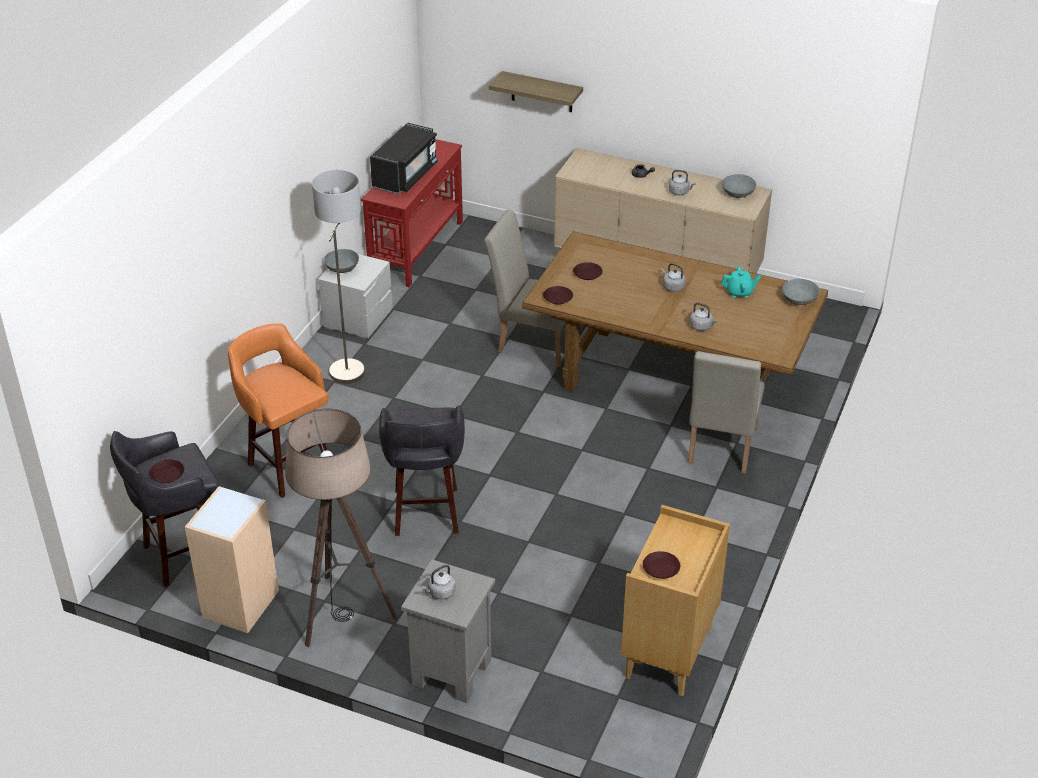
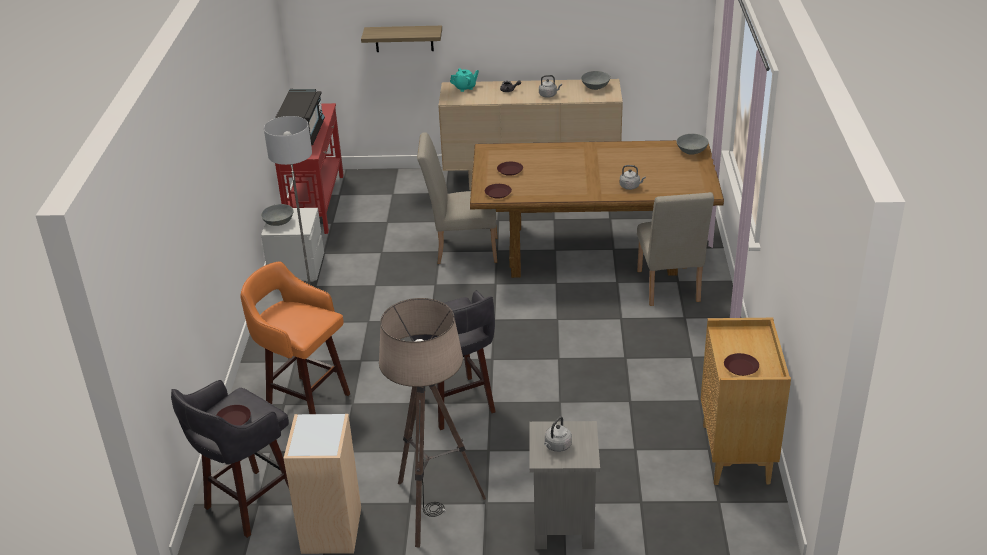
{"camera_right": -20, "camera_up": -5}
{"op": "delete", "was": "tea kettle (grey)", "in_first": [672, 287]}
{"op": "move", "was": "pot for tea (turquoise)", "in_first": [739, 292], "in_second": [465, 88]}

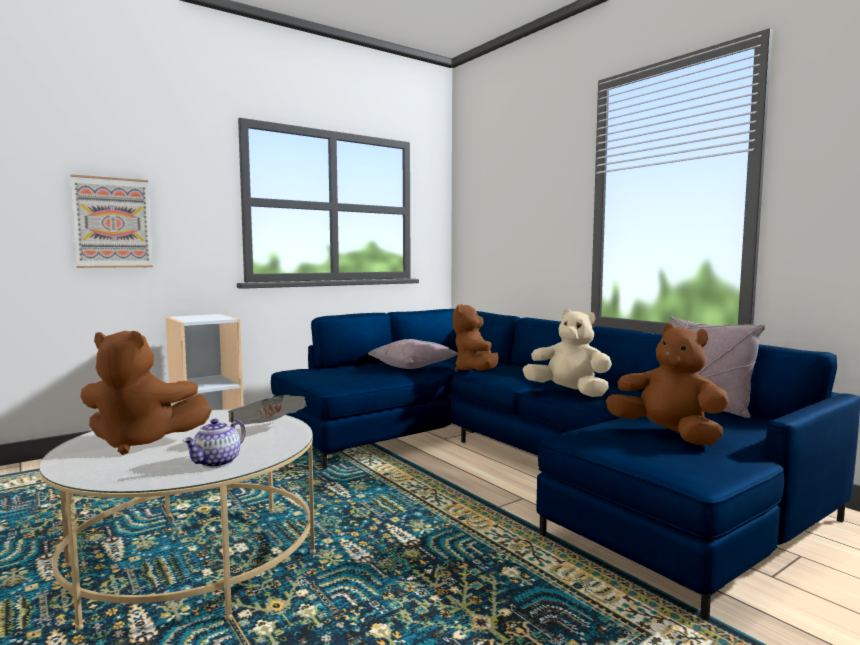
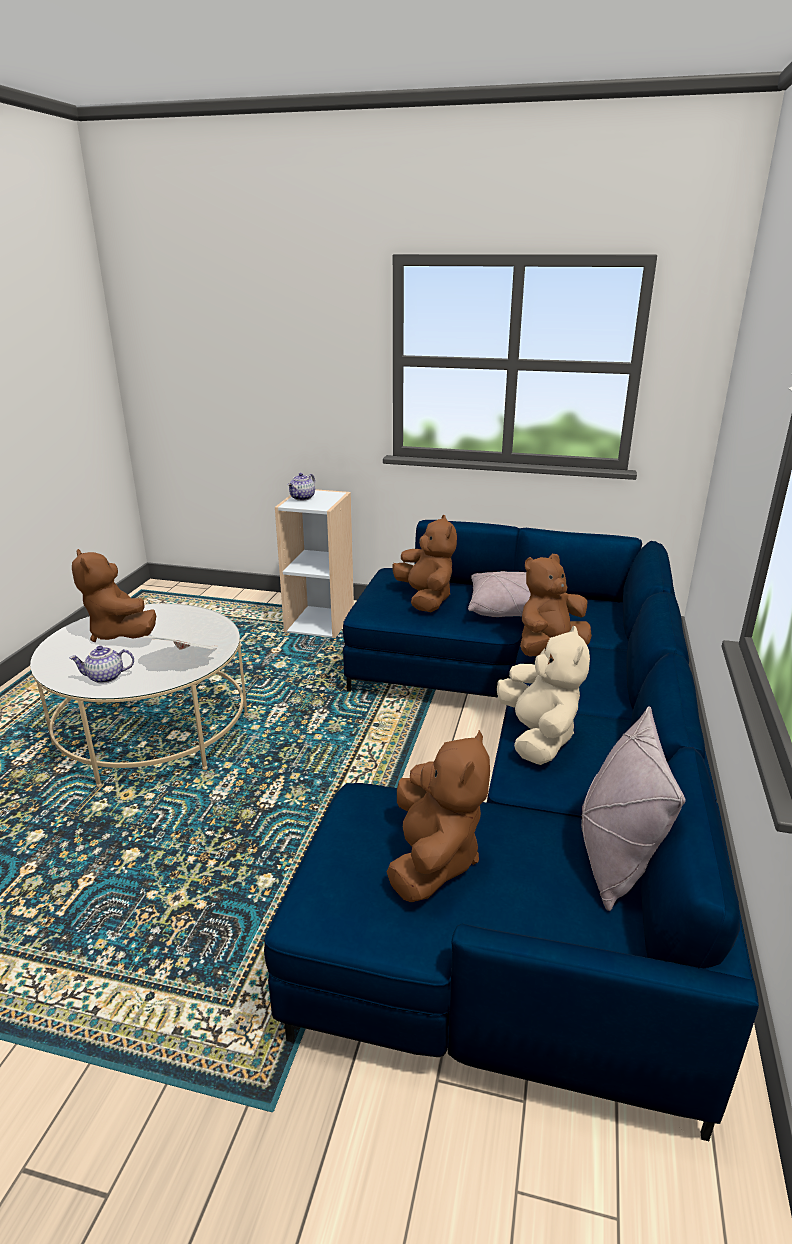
{"camera_right": 50, "camera_up": 20}
{"op": "delete", "was": "picture", "in_first": [112, 223]}
{"op": "insert", "now": "pot for tea", "in_second": [303, 498]}
{"op": "insert", "now": "soft toy (brown)", "in_second": [426, 599]}

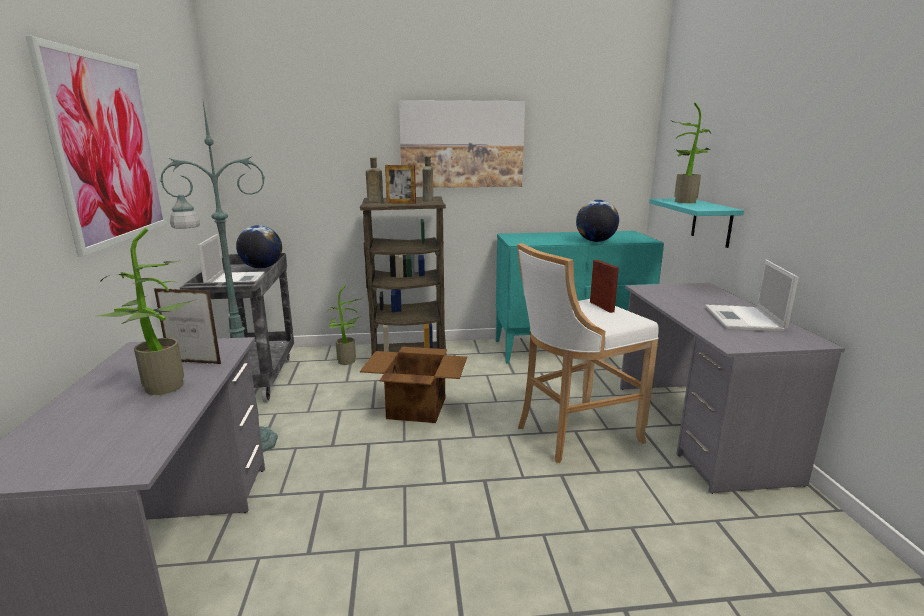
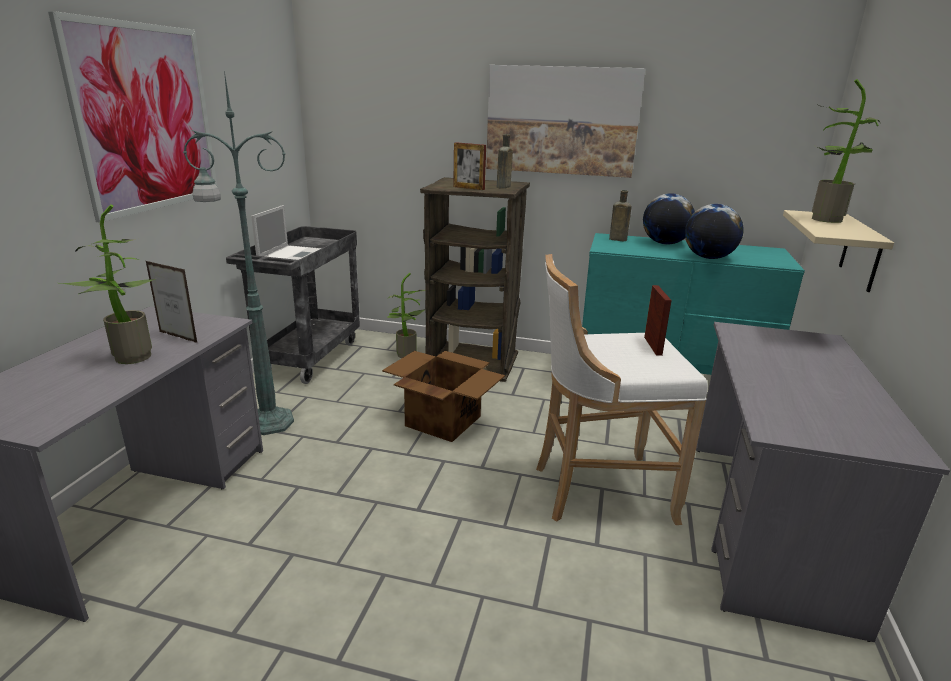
{"camera_right": 20, "camera_up": 5}
{"op": "move", "was": "world globe", "in_first": [261, 267], "in_second": [664, 243]}
{"op": "move", "was": "drink bottle (brown)", "in_first": [374, 202], "in_second": [616, 239]}
{"op": "recolor", "was": "bracket shelf (turquoise)", "now": "bracket shelf (sand-coloured)", "in_first": [712, 222], "in_second": [861, 253]}
{"op": "delete", "was": "laptop", "in_first": [744, 319]}

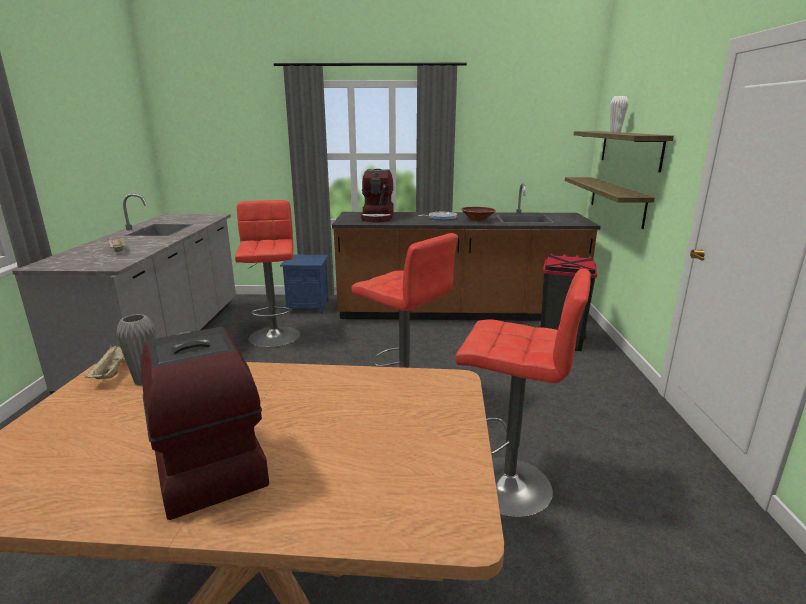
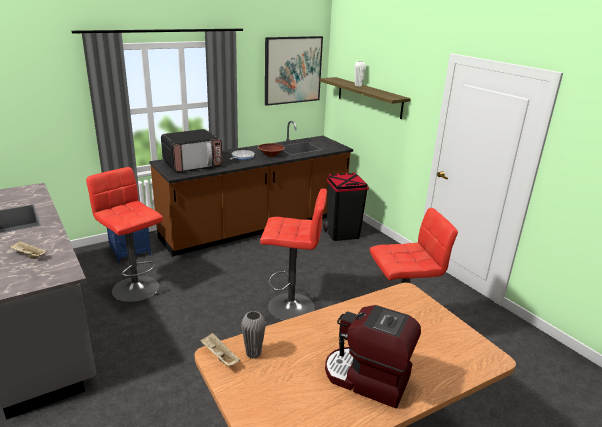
{"camera_right": -35, "camera_up": 5}
{"op": "replace", "was": "coffee brewer", "now": "kitchen microwave", "in_first": [378, 217], "in_second": [193, 164]}
{"op": "delete", "was": "bracket shelf", "in_first": [616, 200]}
{"op": "insert", "now": "picture", "in_second": [292, 70]}

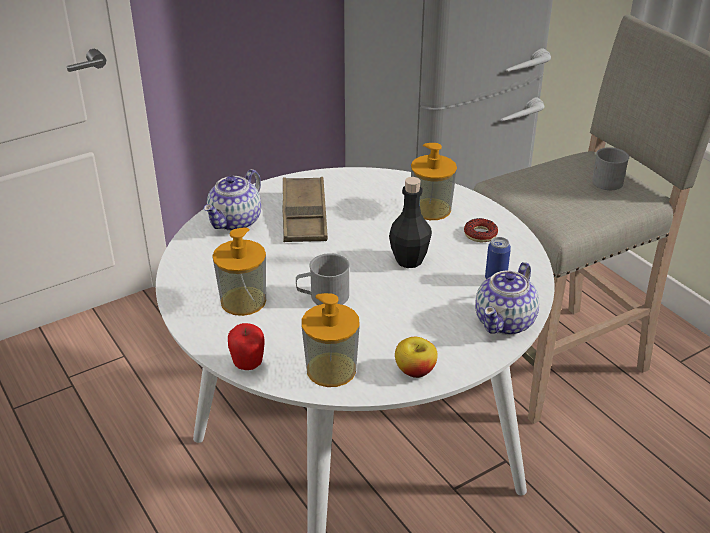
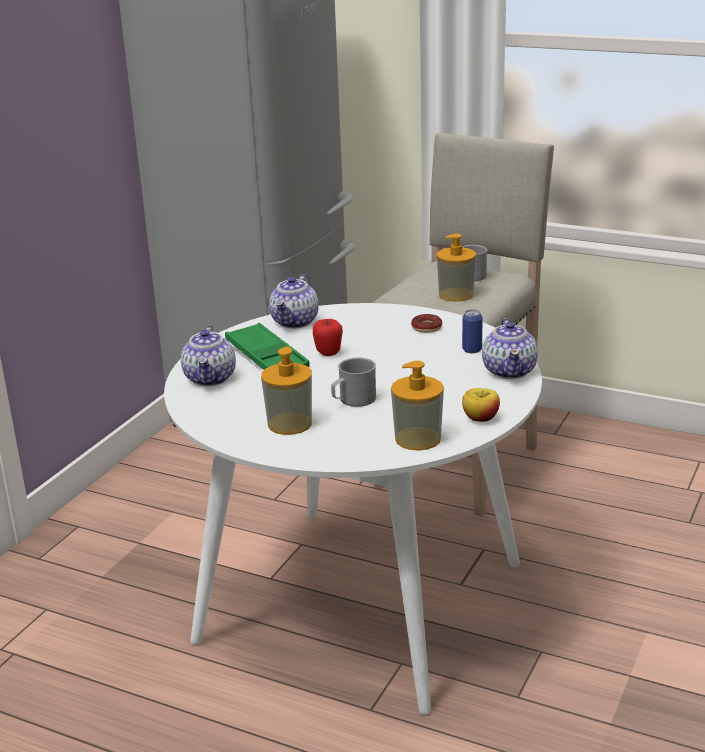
{"camera_right": -30, "camera_up": -10}
{"op": "move", "was": "apple", "in_first": [248, 364], "in_second": [328, 353]}
{"op": "recolor", "was": "carrying tray (brown)", "now": "carrying tray (green-coloured)", "in_first": [304, 216], "in_second": [267, 357]}
{"op": "delete", "was": "drink bottle (black)", "in_first": [409, 260]}
{"op": "move", "was": "soap dispenser", "in_first": [431, 209], "in_second": [456, 294]}
{"op": "insert", "now": "pot for tea", "in_second": [295, 322]}

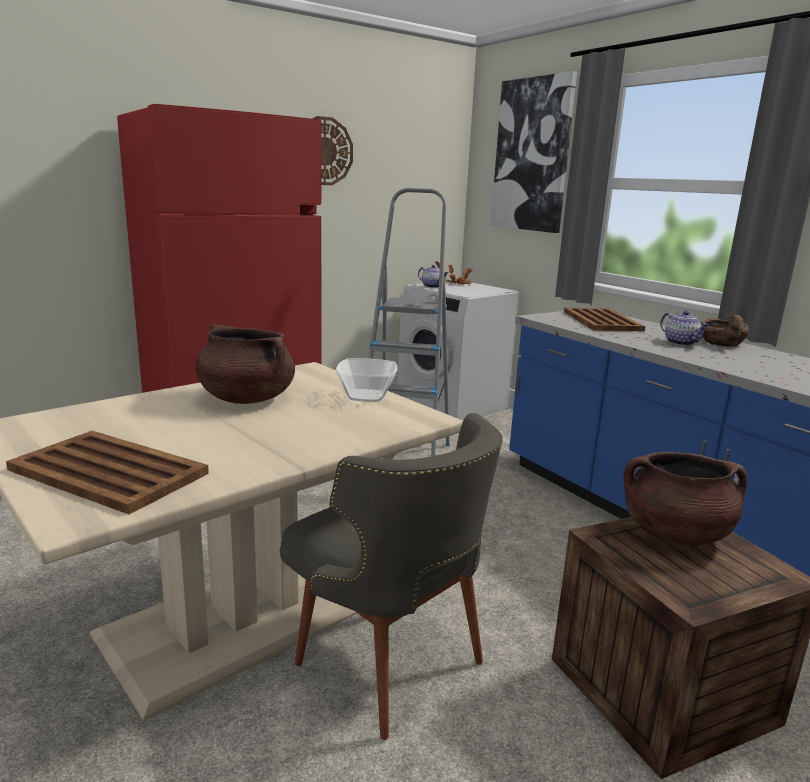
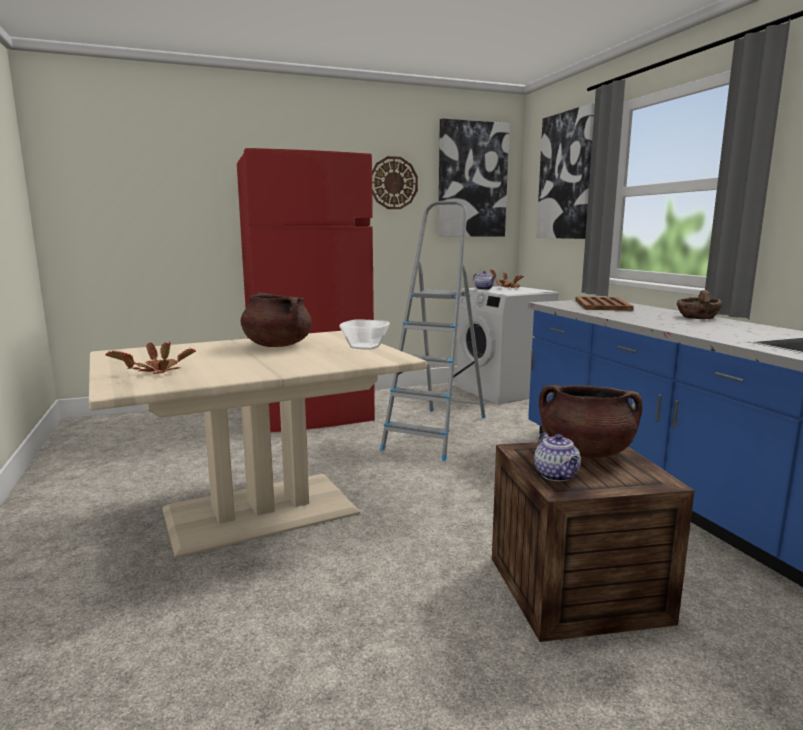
{"camera_right": 15, "camera_up": -5}
{"op": "replace", "was": "carrying tray (brown)", "now": "potted plant", "in_first": [108, 471], "in_second": [155, 372]}
{"op": "delete", "was": "chair (grey)", "in_first": [389, 663]}
{"op": "move", "was": "pot for tea", "in_first": [681, 343], "in_second": [557, 476]}
{"op": "insert", "now": "picture", "in_second": [472, 180]}

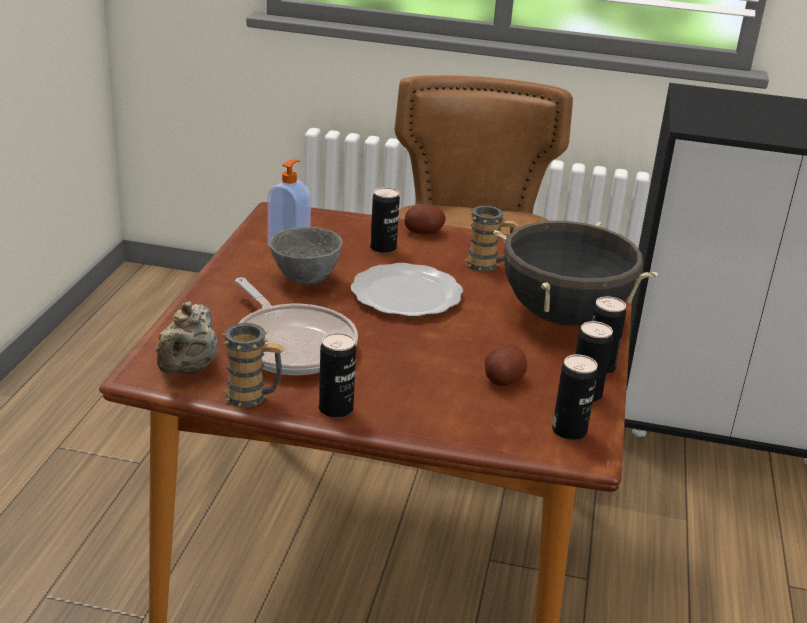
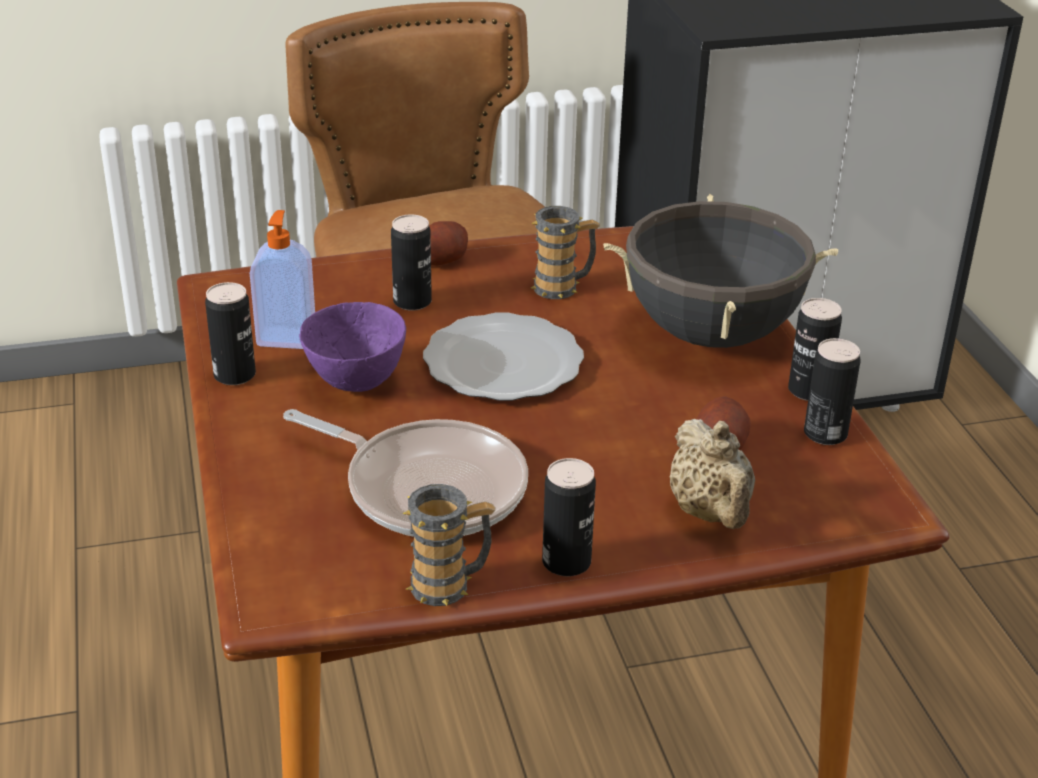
{"camera_right": -25, "camera_up": 5}
{"op": "move", "was": "pot for tea (sand-coloured)", "in_first": [187, 370], "in_second": [711, 513]}
{"op": "recolor", "was": "serving bowl (grey)", "now": "serving bowl (purple-coloured)", "in_first": [307, 280], "in_second": [358, 383]}
{"op": "move", "was": "can", "in_first": [569, 431], "in_second": [234, 375]}

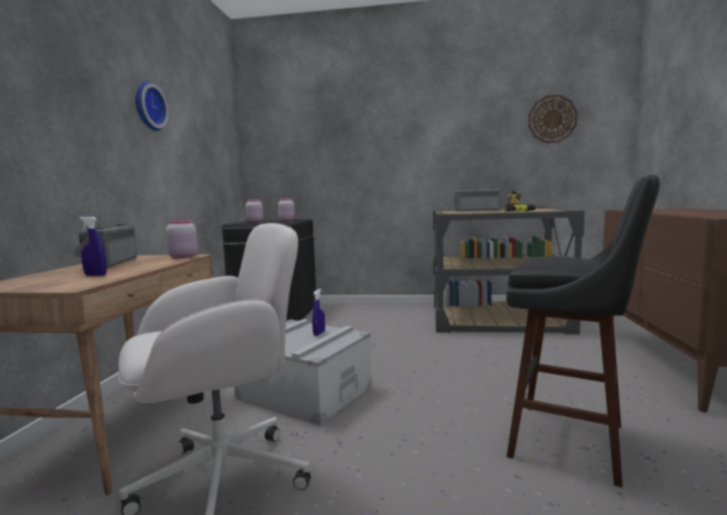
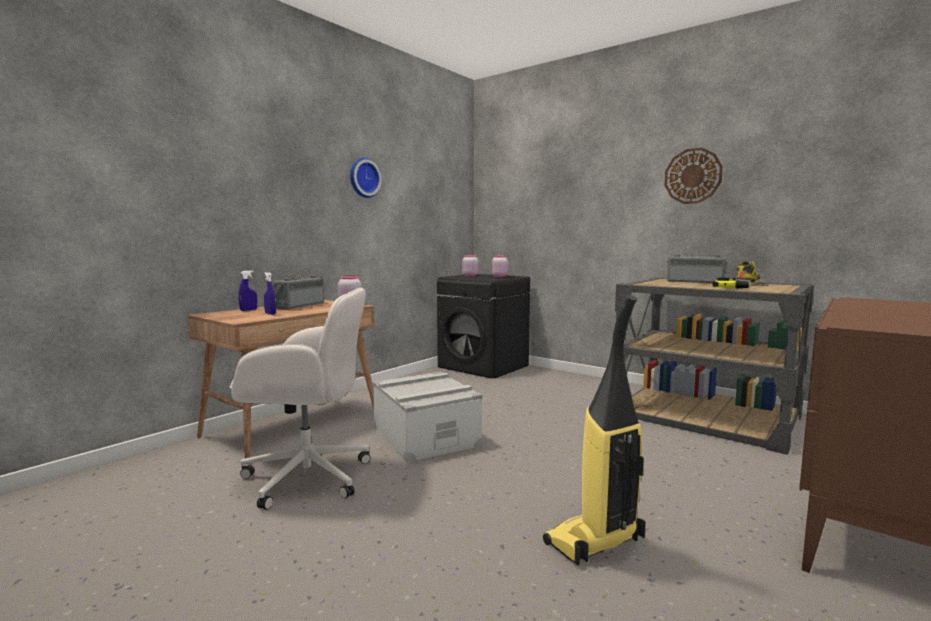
{"camera_right": 30, "camera_up": 0}
{"op": "move", "was": "hand sprayer (blue)", "in_first": [319, 333], "in_second": [248, 310]}
{"op": "replace", "was": "stool seat (black)", "now": "vacuum", "in_first": [573, 442], "in_second": [594, 542]}
{"op": "move", "was": "wall clock", "in_first": [552, 119], "in_second": [692, 176]}

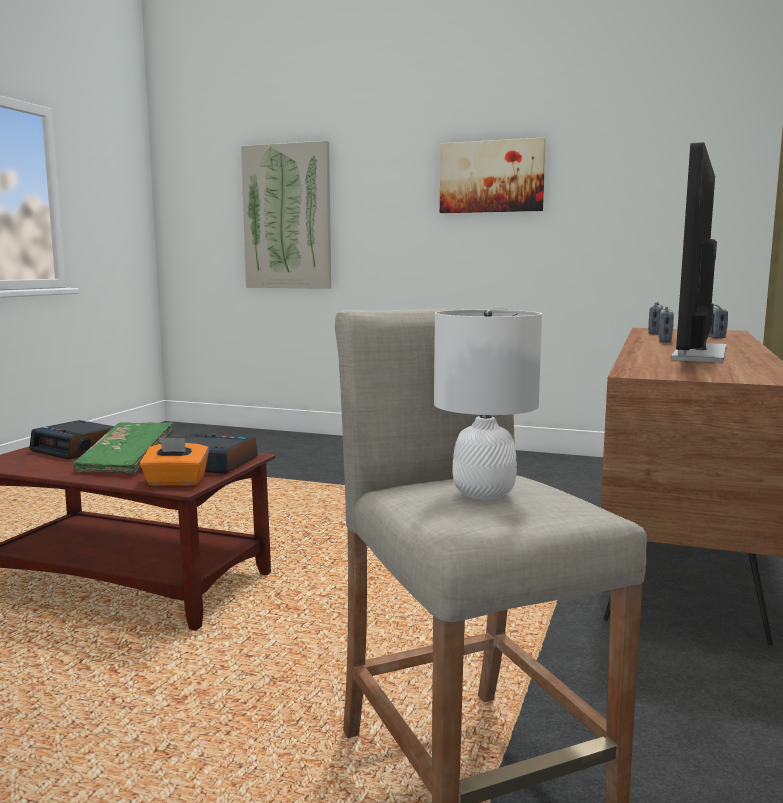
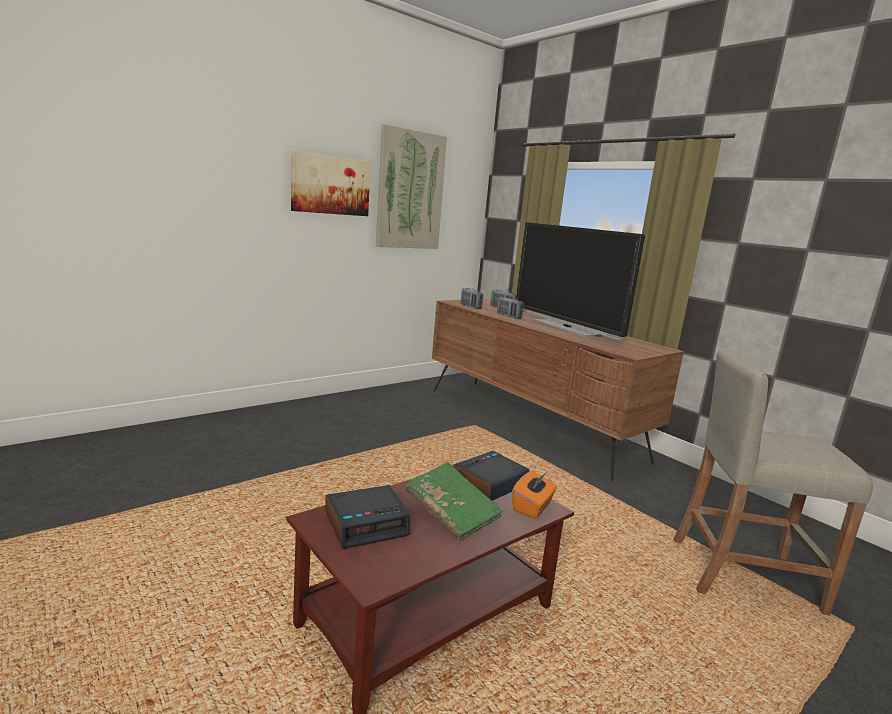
{"camera_right": -60, "camera_up": 5}
{"op": "move", "was": "picture", "in_first": [287, 217], "in_second": [410, 190]}
{"op": "delete", "was": "table lamp (whitish)", "in_first": [483, 495]}

